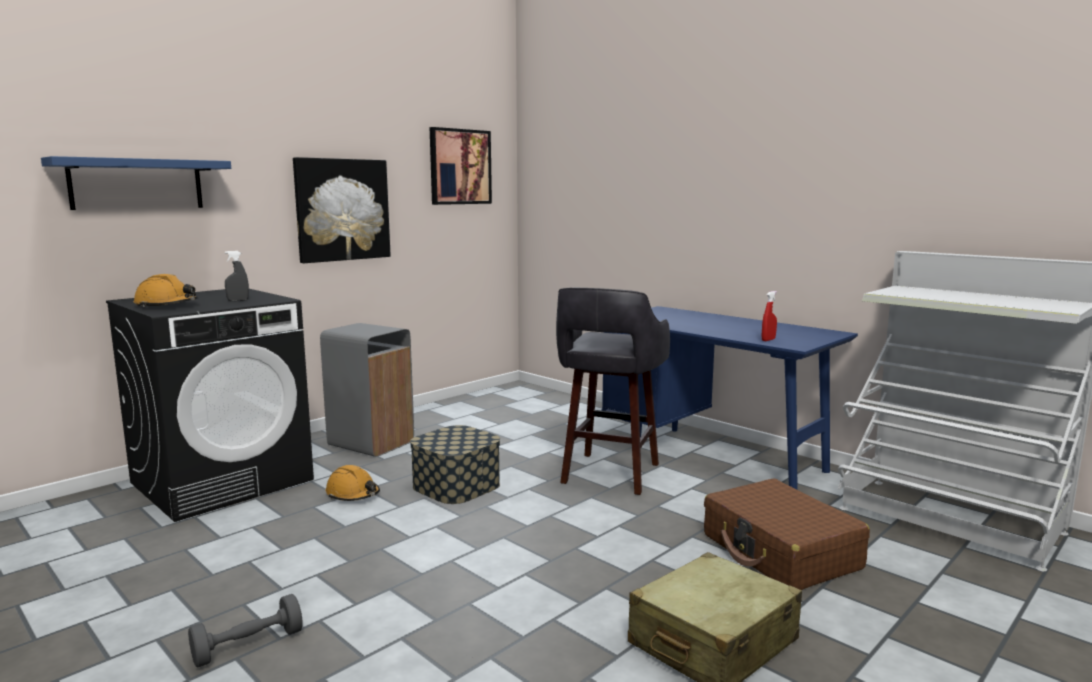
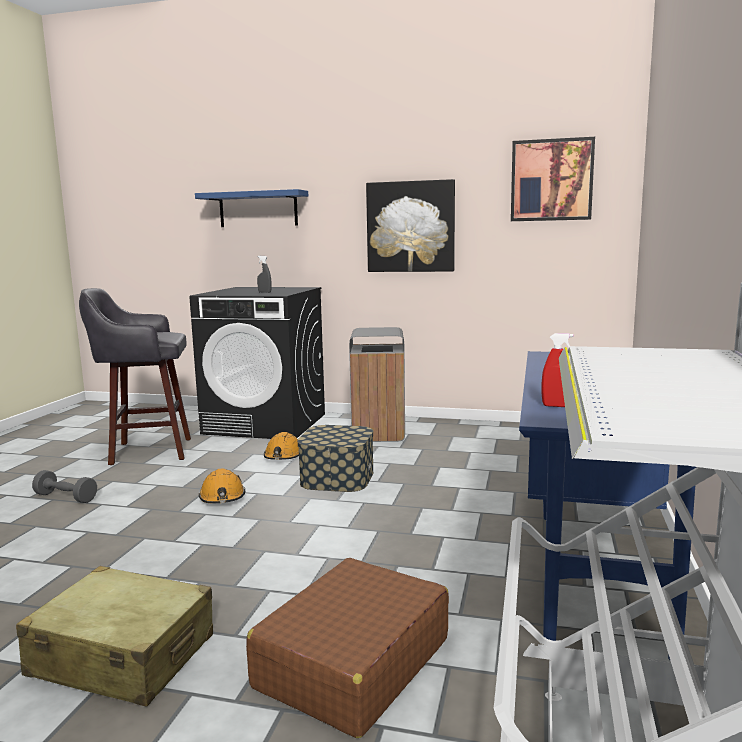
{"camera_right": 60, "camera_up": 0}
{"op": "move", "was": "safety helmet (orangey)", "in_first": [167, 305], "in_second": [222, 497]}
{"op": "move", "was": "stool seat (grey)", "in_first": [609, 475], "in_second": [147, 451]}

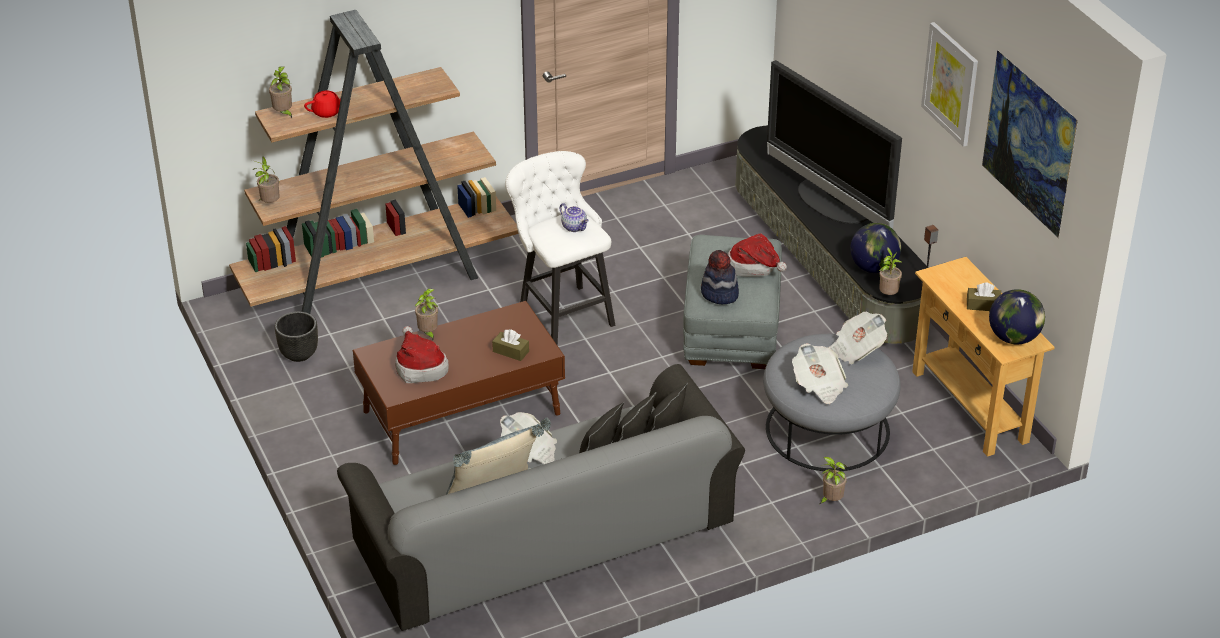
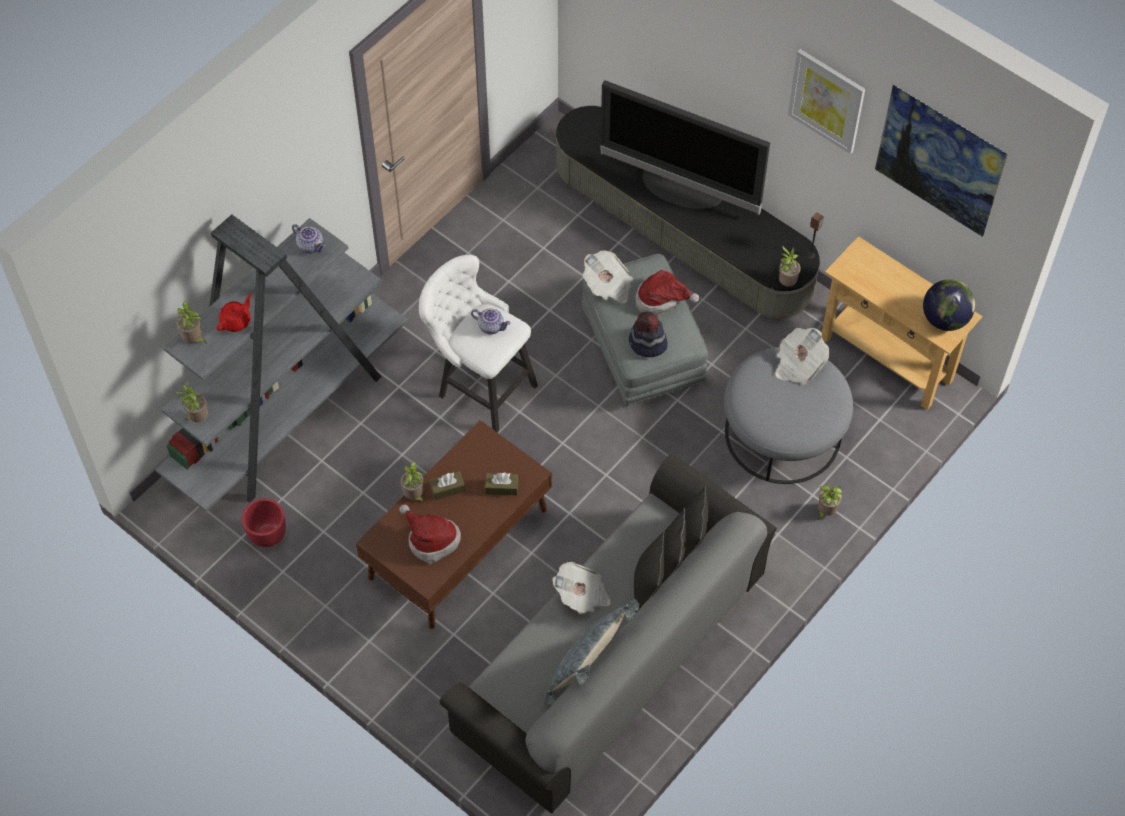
{"camera_right": -25, "camera_up": 20}
{"op": "recolor", "was": "bookcase (brown)", "now": "bookcase (grey)", "in_first": [379, 278], "in_second": [289, 413]}
{"op": "recolor", "was": "flower pot (black)", "now": "flower pot (red)", "in_first": [299, 354], "in_second": [267, 534]}
{"op": "move", "was": "daily paper", "in_first": [819, 385], "in_second": [608, 286]}
{"op": "delete", "was": "world globe", "in_first": [873, 268]}
{"op": "move", "was": "tissue box (brown)", "in_first": [983, 305], "in_second": [447, 489]}
{"op": "insert", "now": "pot for tea", "in_second": [311, 245]}

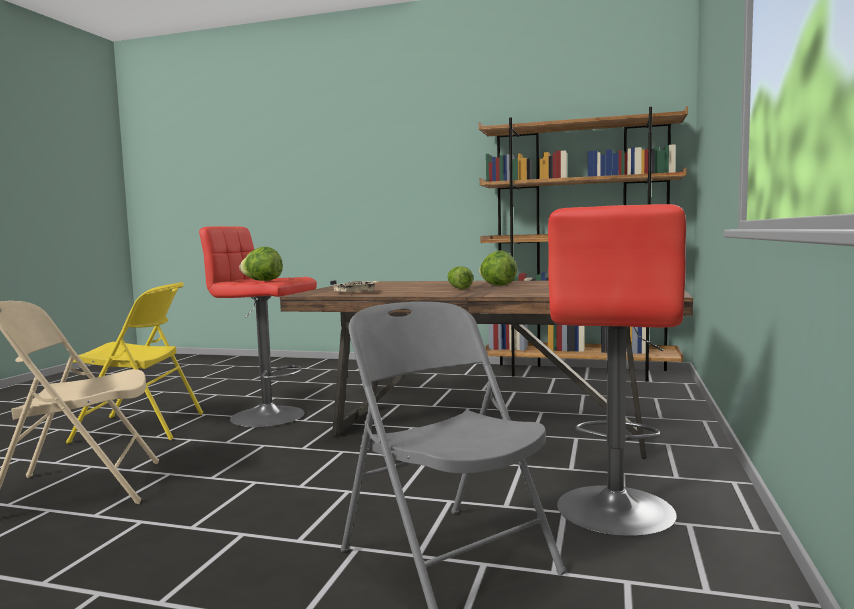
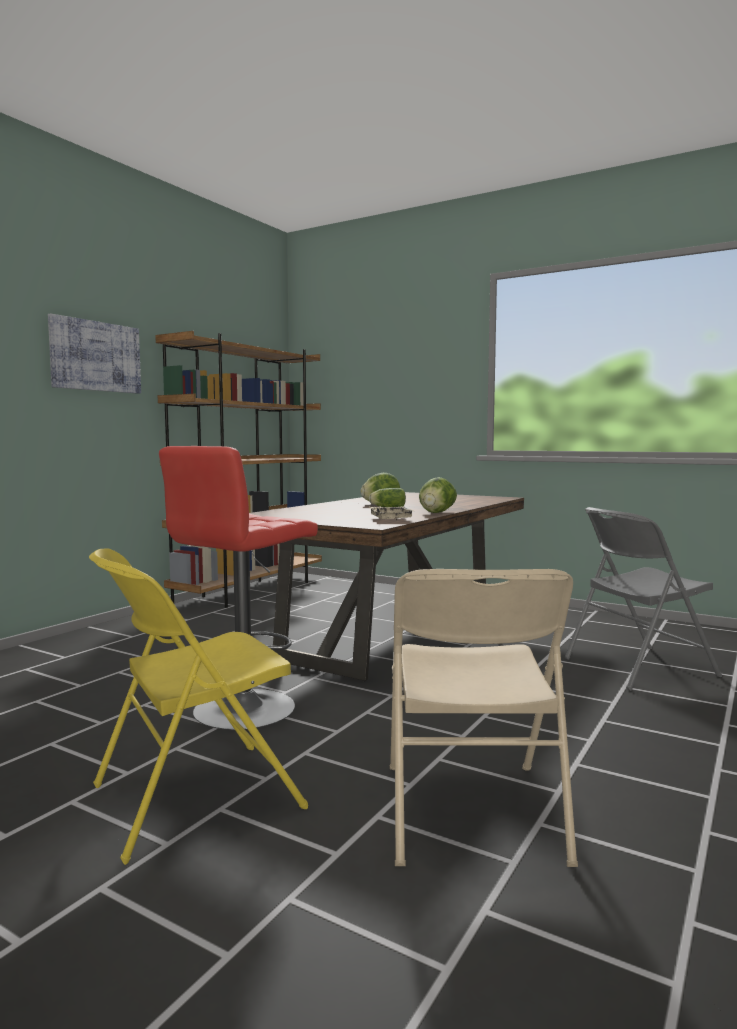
{"camera_right": -75, "camera_up": 0}
{"op": "rotate", "was": "chair (yellow)", "in_first": [139, 428], "in_second": [197, 796], "clockwise": -135}
{"op": "move", "was": "lettuce head", "in_first": [262, 280], "in_second": [436, 513]}
{"op": "delete", "was": "stool seat (red)", "in_first": [614, 510]}
{"op": "insert", "now": "picture", "in_second": [95, 356]}

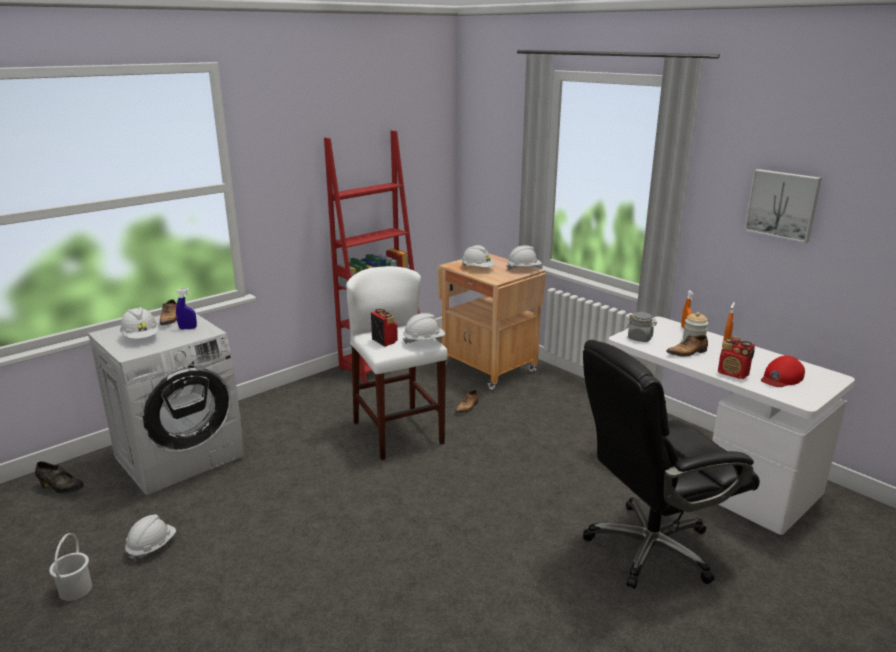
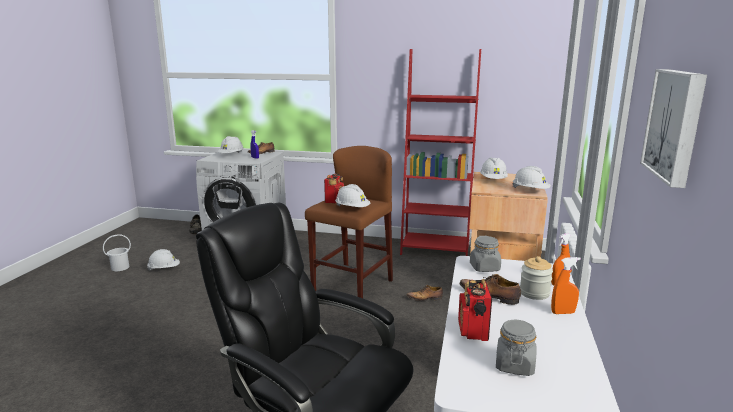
{"camera_right": 55, "camera_up": -5}
{"op": "recolor", "was": "stool seat (whitish)", "now": "stool seat (brown)", "in_first": [398, 433], "in_second": [352, 287]}
{"op": "replace", "was": "cap (red)", "now": "preserve jar (grey)", "in_first": [781, 378], "in_second": [514, 365]}

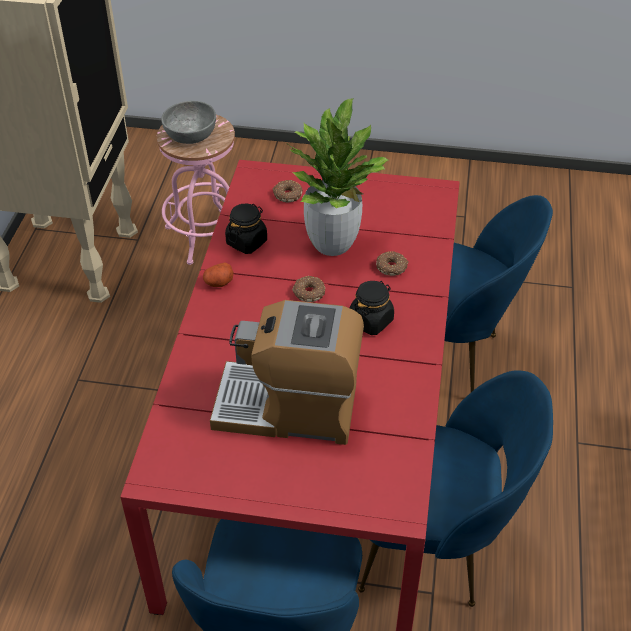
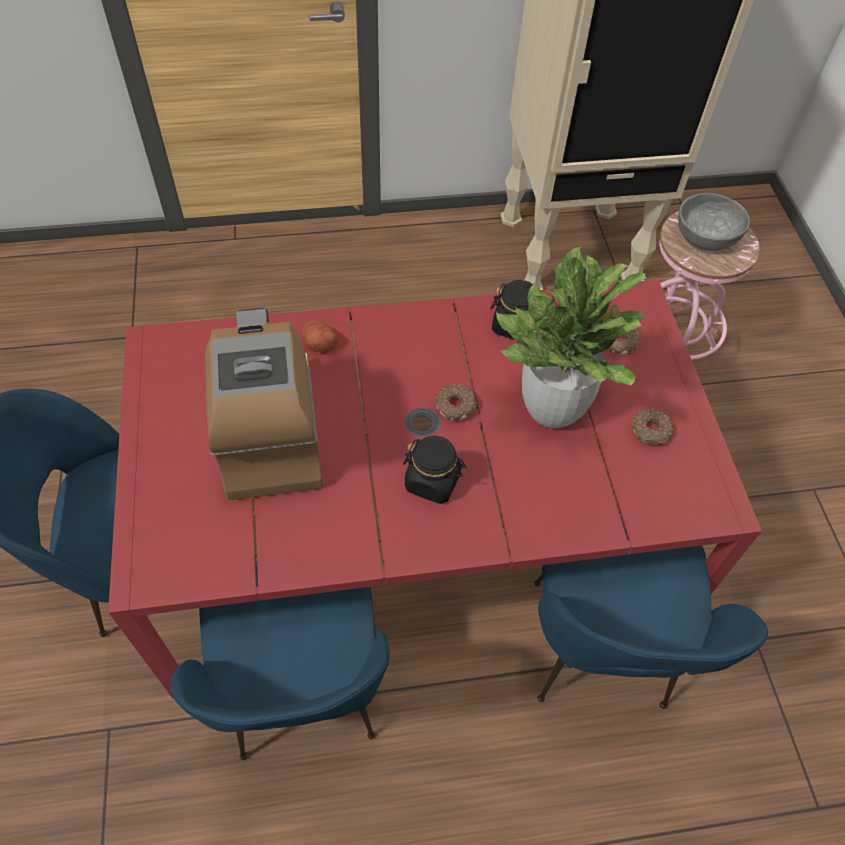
{"camera_right": 70, "camera_up": 10}
{"op": "move", "was": "potato", "in_first": [218, 282], "in_second": [319, 343]}
{"op": "move", "was": "donut", "in_first": [392, 267], "in_second": [651, 431]}

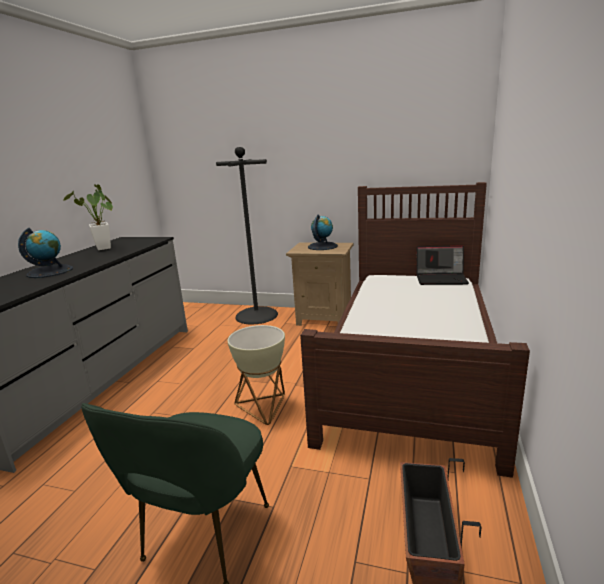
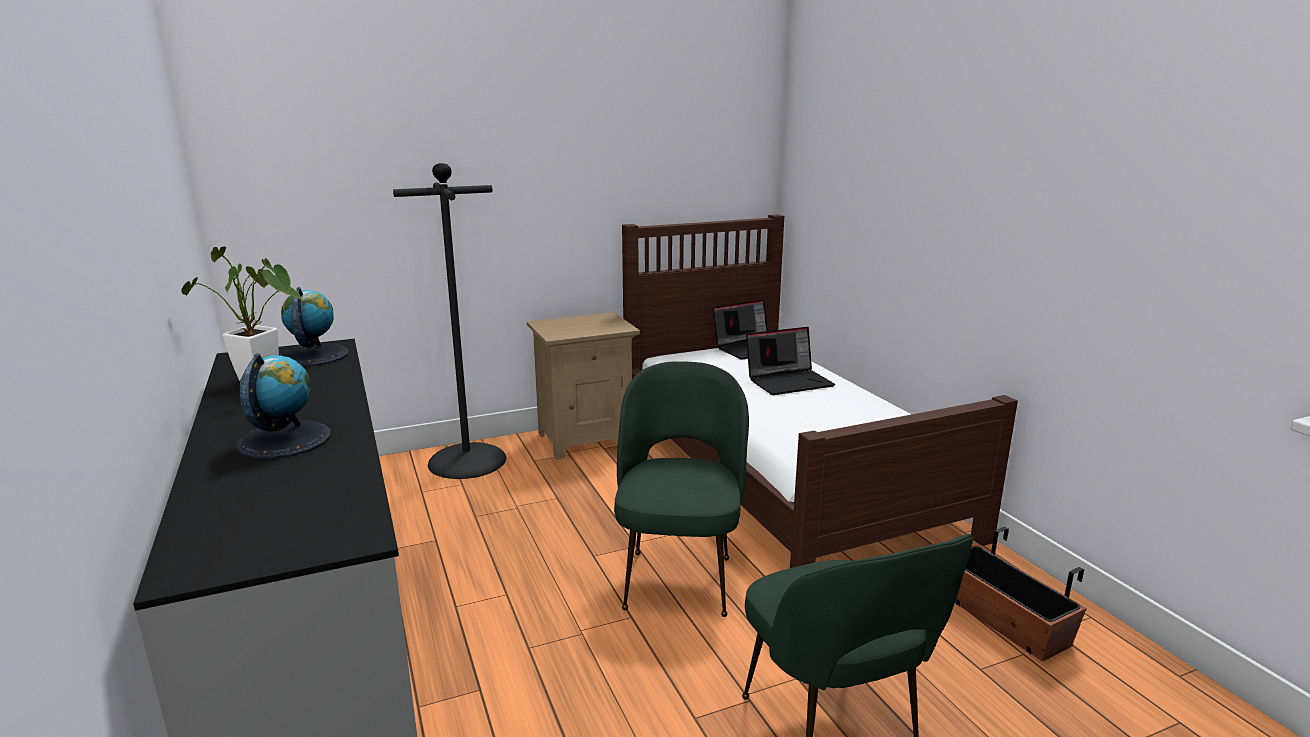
{"camera_right": -40, "camera_up": 0}
{"op": "replace", "was": "flower pot", "now": "chair (green-coloured)", "in_first": [263, 407], "in_second": [679, 576]}
{"op": "move", "was": "world globe", "in_first": [322, 246], "in_second": [313, 355]}
{"op": "insert", "now": "laptop", "in_second": [789, 381]}

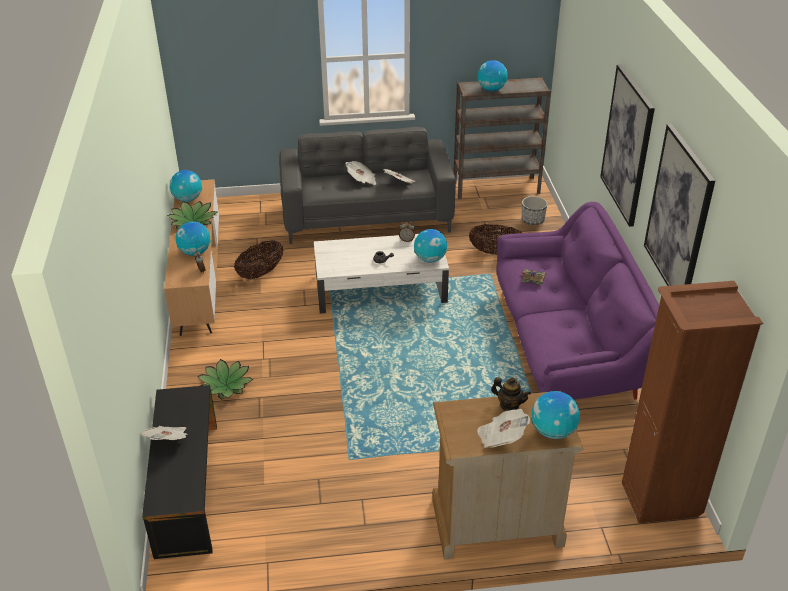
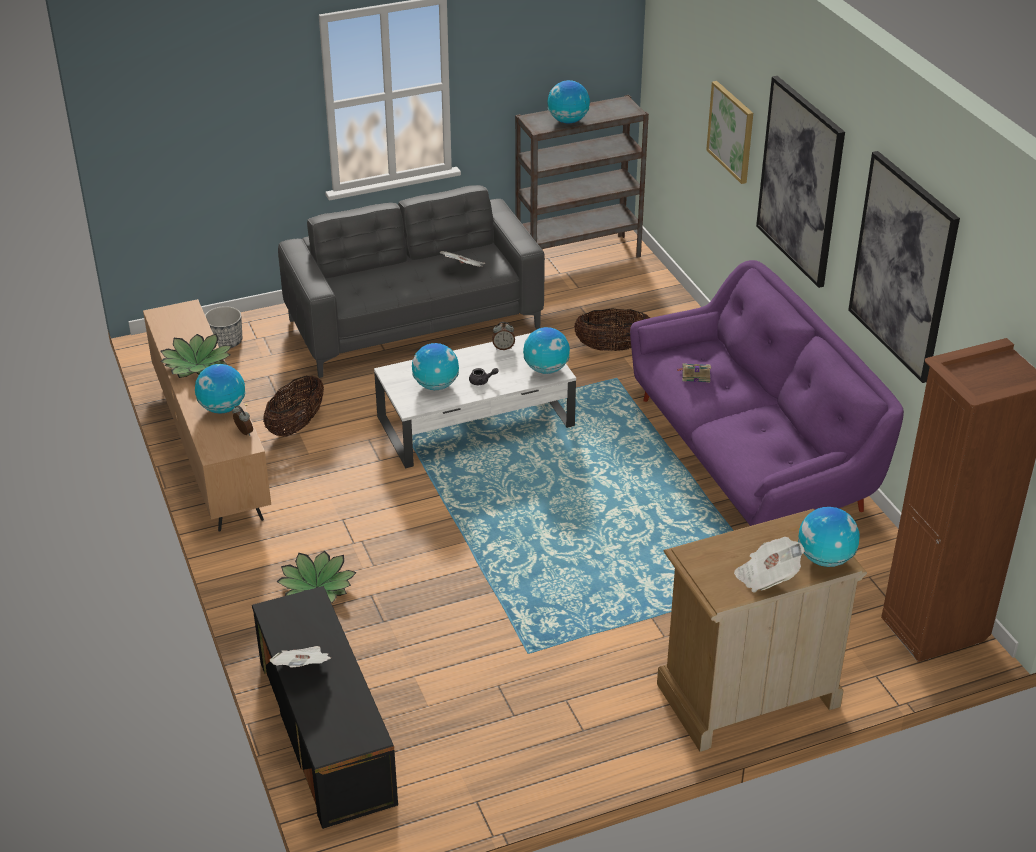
{"camera_right": -15, "camera_up": 0}
{"op": "move", "was": "world globe", "in_first": [188, 199], "in_second": [436, 385]}
{"op": "delete", "was": "daily paper", "in_first": [362, 180]}
{"op": "delete", "was": "pot for tea", "in_first": [509, 405]}
{"op": "move", "was": "flower pot", "in_first": [532, 220], "in_second": [225, 342]}
{"op": "insert", "now": "picture", "in_second": [731, 131]}

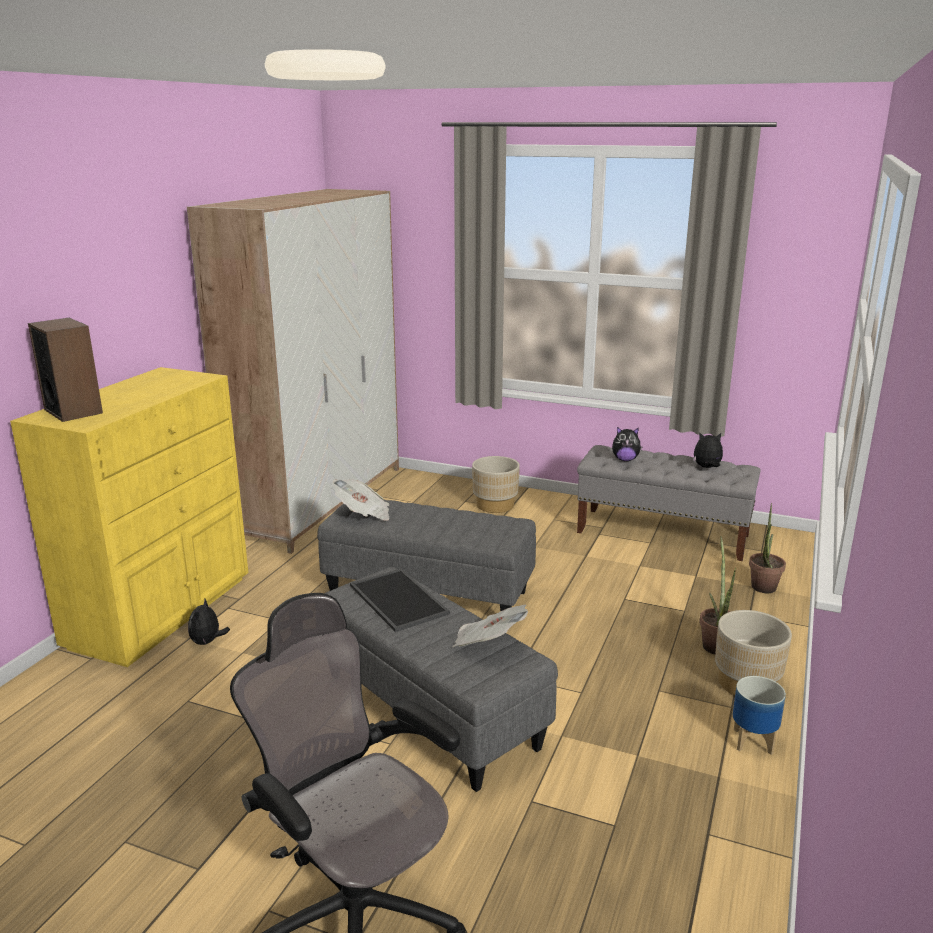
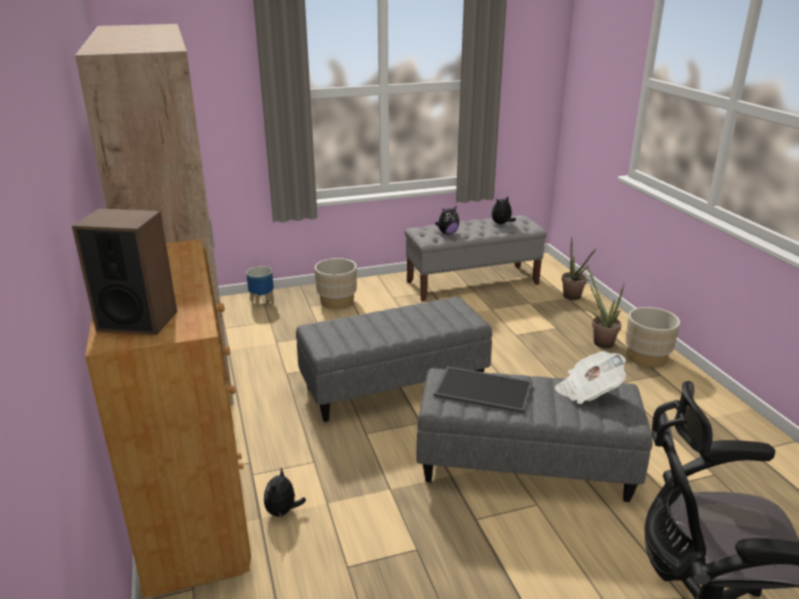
{"camera_right": -40, "camera_up": 5}
{"op": "recolor", "was": "dresser (yellow)", "now": "dresser (brown)", "in_first": [162, 612], "in_second": [195, 509]}
{"op": "rotate", "was": "soft toy", "in_first": [207, 642], "in_second": [283, 511], "clockwise": 45}
{"op": "delete", "was": "daily paper", "in_first": [364, 514]}
{"op": "move", "was": "flower pot", "in_first": [753, 741], "in_second": [262, 302]}

